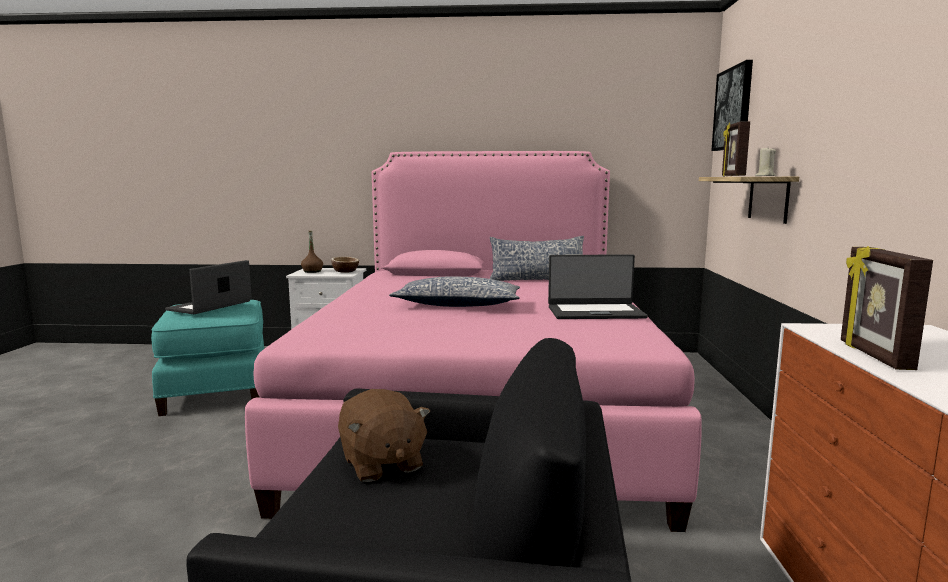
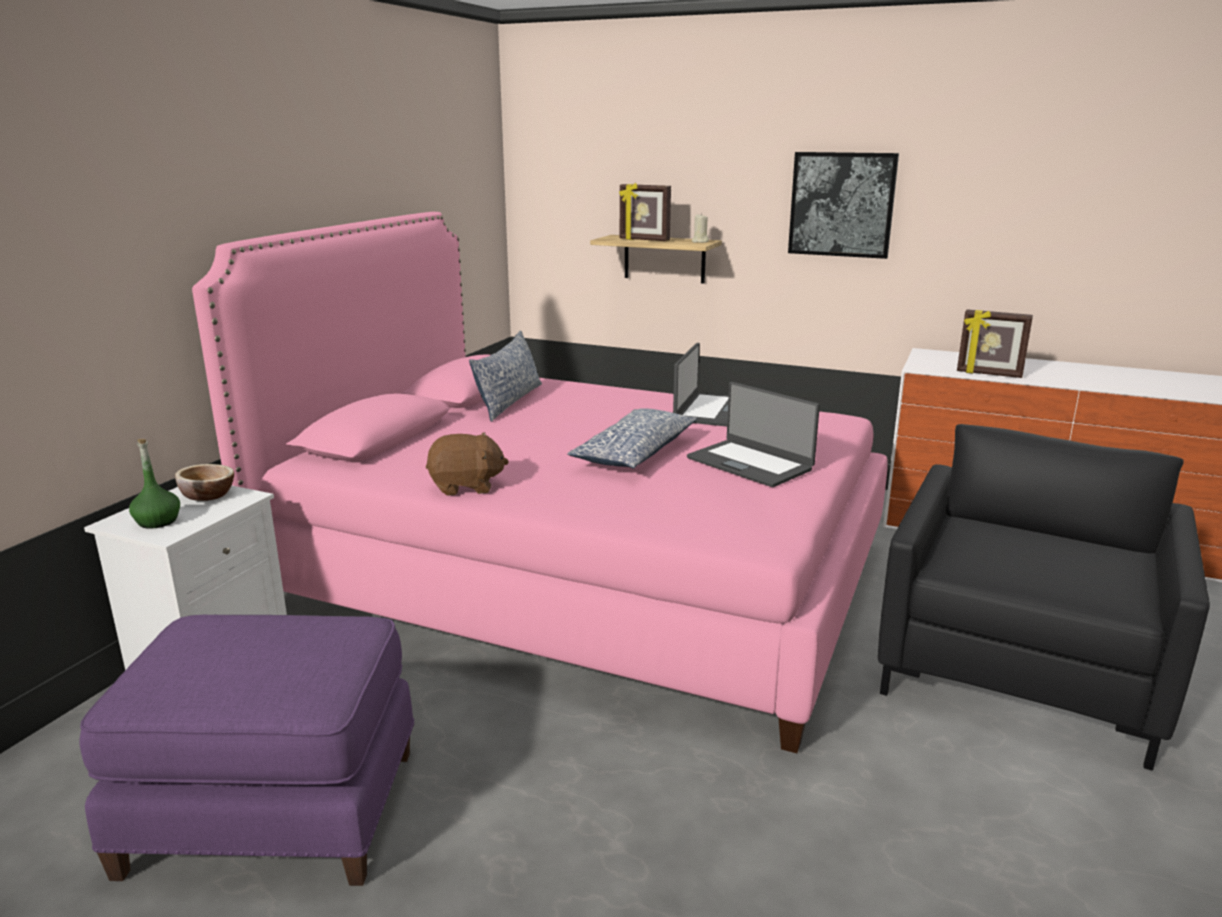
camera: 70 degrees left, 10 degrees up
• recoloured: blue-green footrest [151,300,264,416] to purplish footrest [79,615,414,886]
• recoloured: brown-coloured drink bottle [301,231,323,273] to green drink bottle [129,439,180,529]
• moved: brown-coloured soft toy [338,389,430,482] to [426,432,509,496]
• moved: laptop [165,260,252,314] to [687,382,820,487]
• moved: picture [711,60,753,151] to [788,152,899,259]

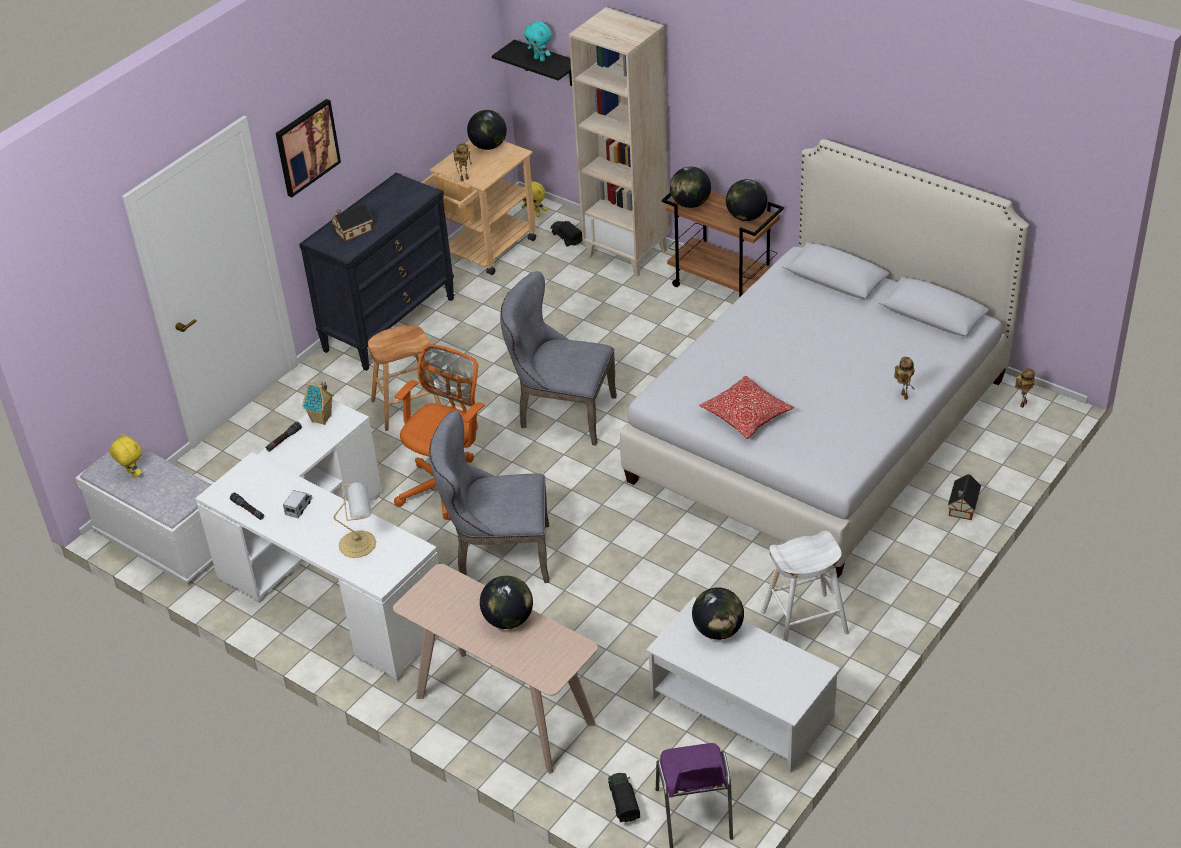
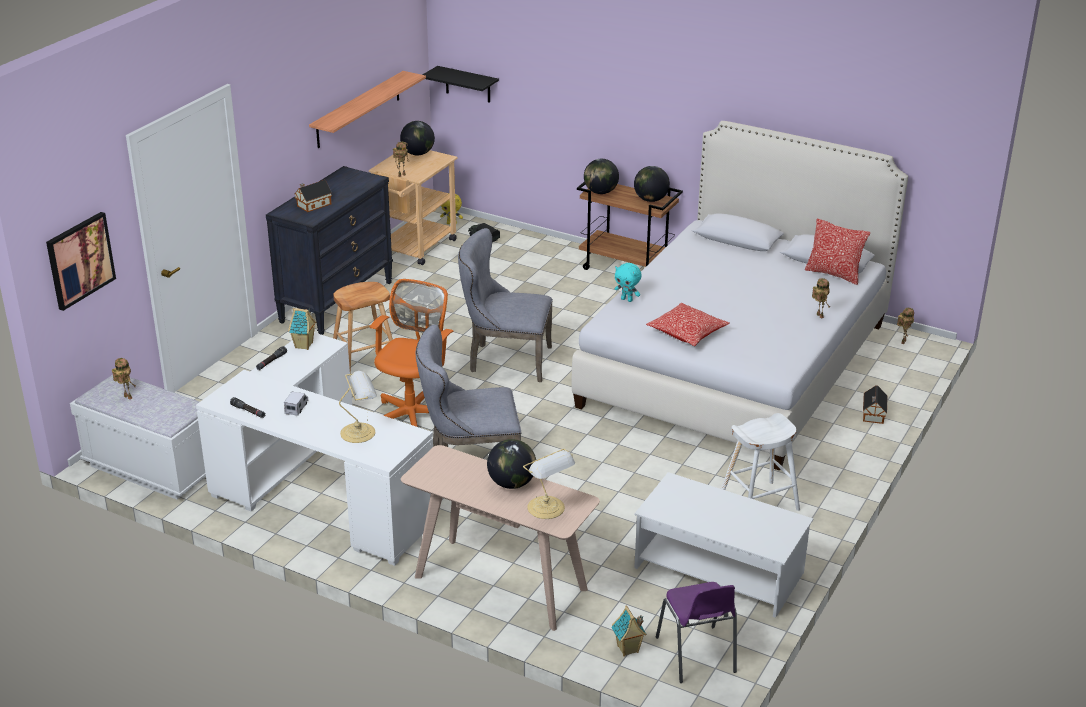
camera: 10 degrees left, 10 degrees down
• moved: picture [276,99,341,197] to [46,212,116,311]
• replaced: yellow-coloured soft toy [109,433,142,478] to robot figure [112,358,136,400]
• added: bracket shelf [309,71,426,148]
• added: tabletop lamp [523,449,575,519]
• replaced: toy lorry [608,773,640,823] to toy house [611,605,647,656]
• moved: blue-green soft toy [524,22,552,61] to [614,263,641,302]
• added: pillow [805,219,870,285]
• removed: beige-coloured shelving unit [569,7,670,277]
• removed: globe [692,587,744,640]

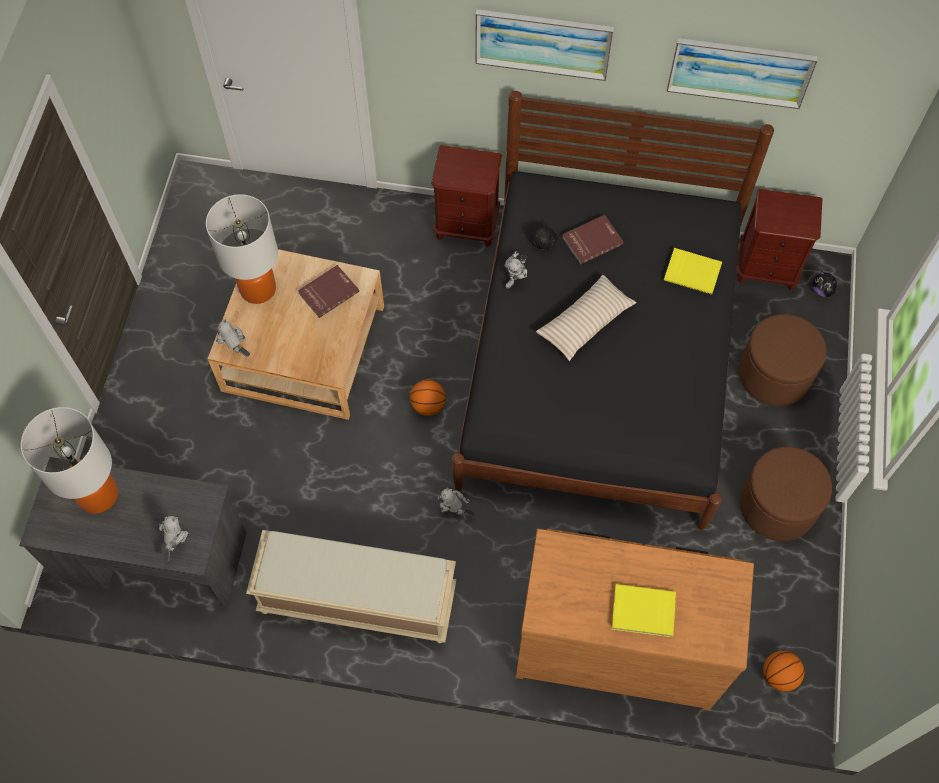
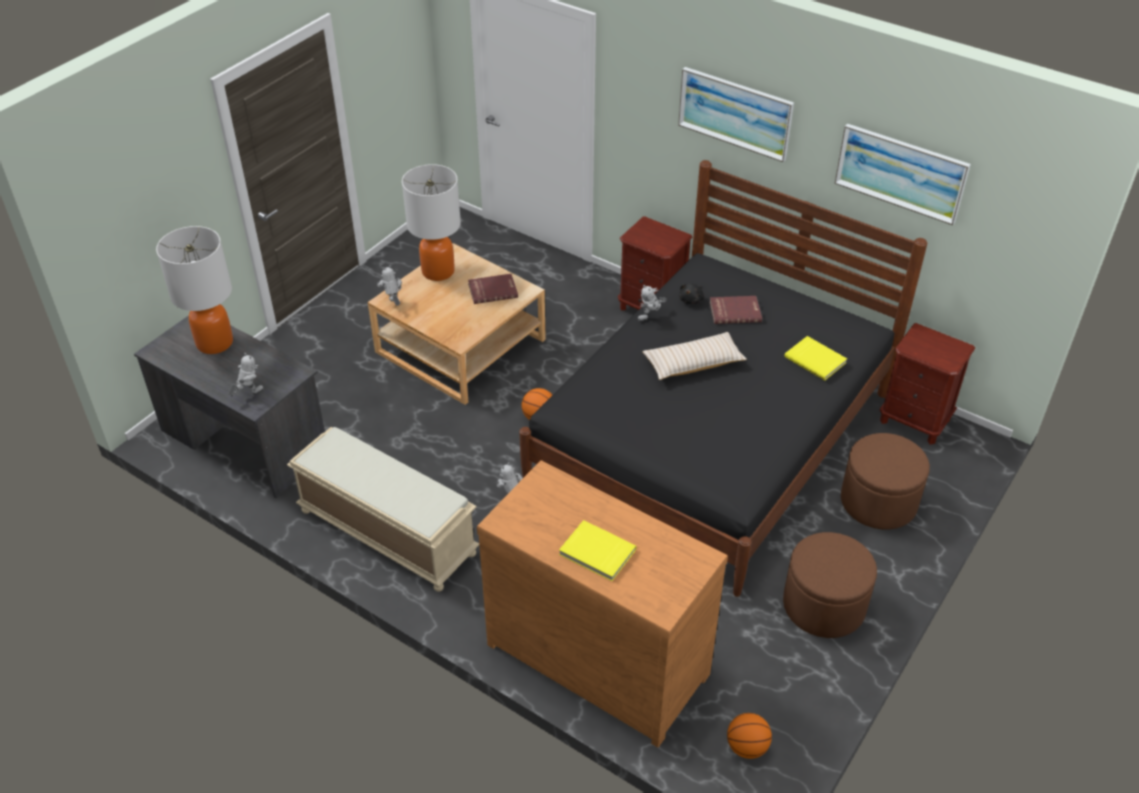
camera: 25 degrees right, 20 degrees down
• removed: soft toy [813,271,840,297]

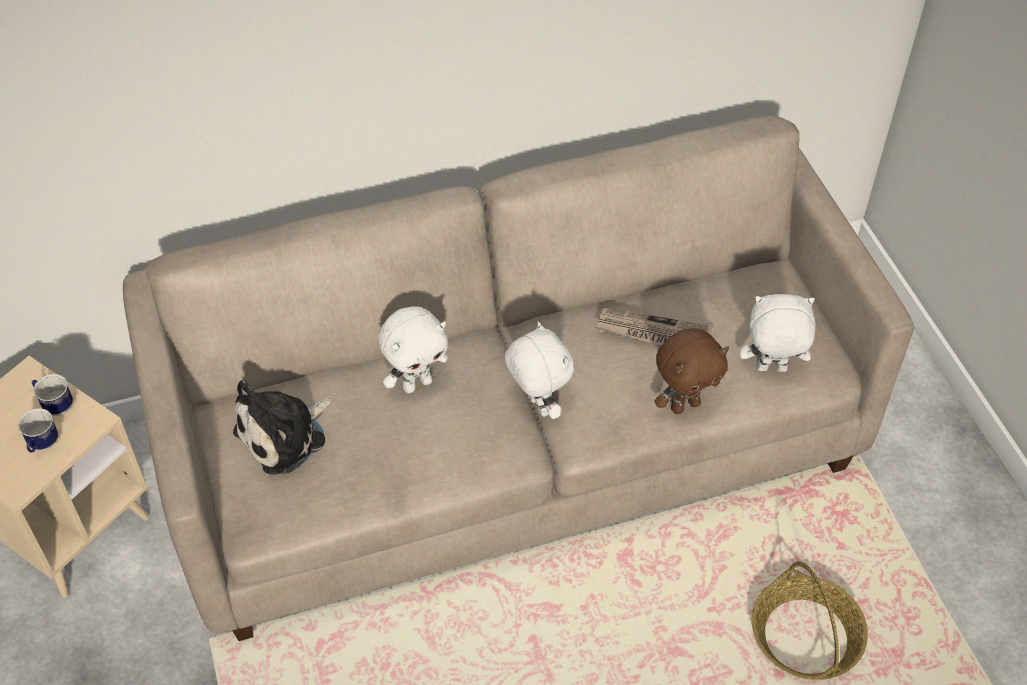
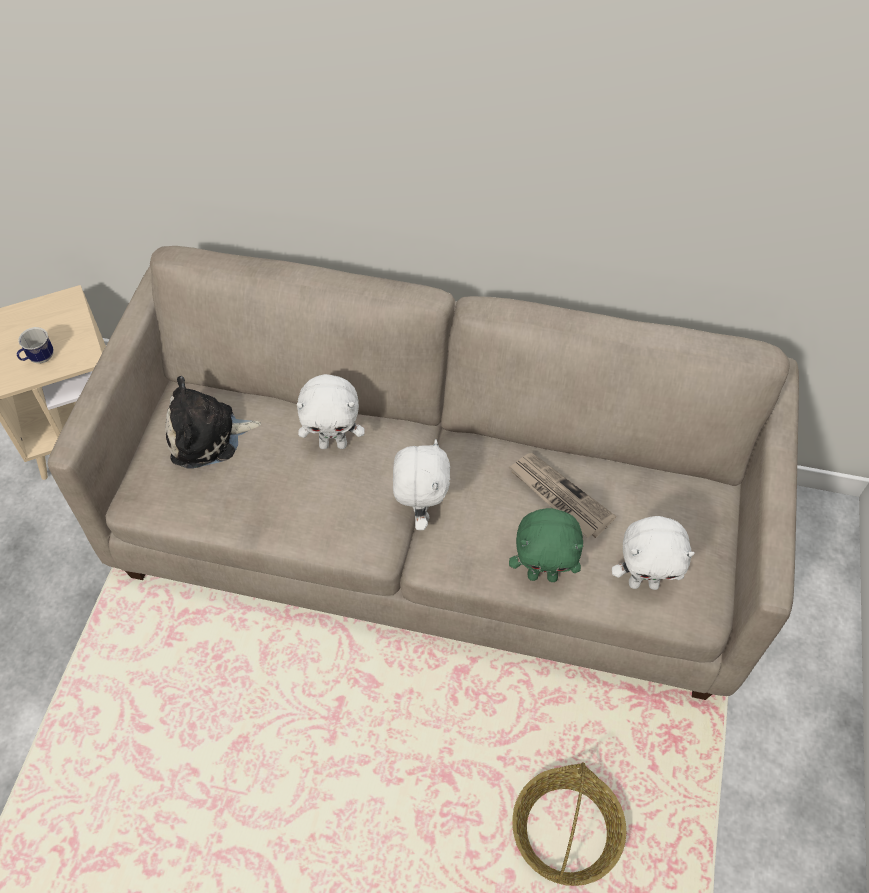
camera: 30 degrees right, 5 degrees up
• recoloured: brown-coloured soft toy [654,328,729,414] to green soft toy [509,508,583,582]
• turned: white soft toy [740,294,816,372] = [612,516,695,590] 150 degrees clockwise
• removed: mug [32,374,73,416]

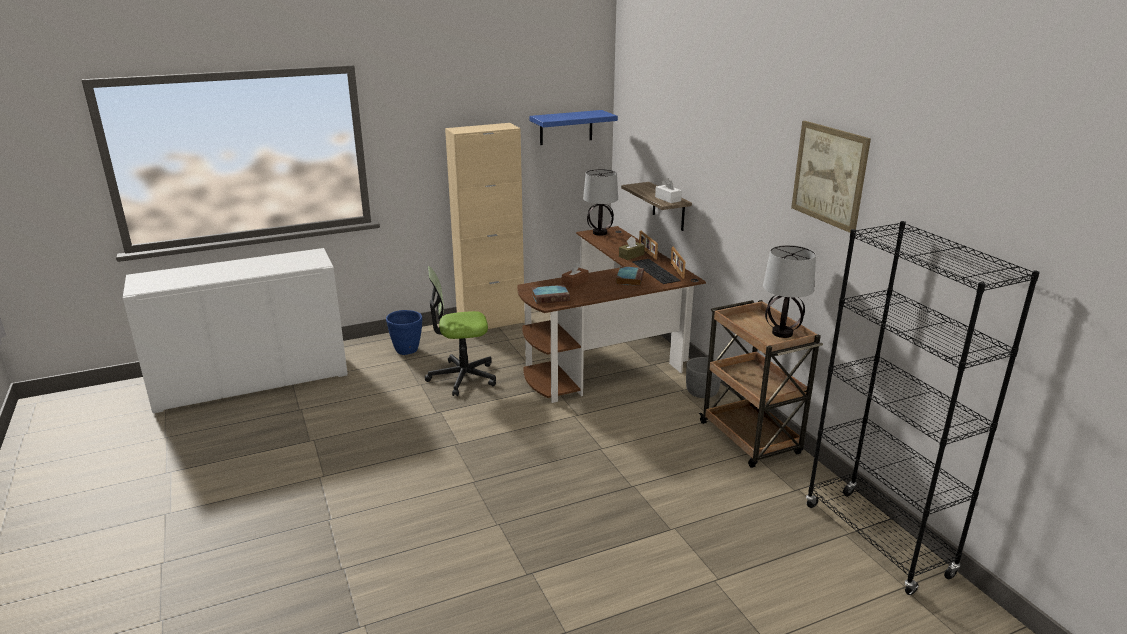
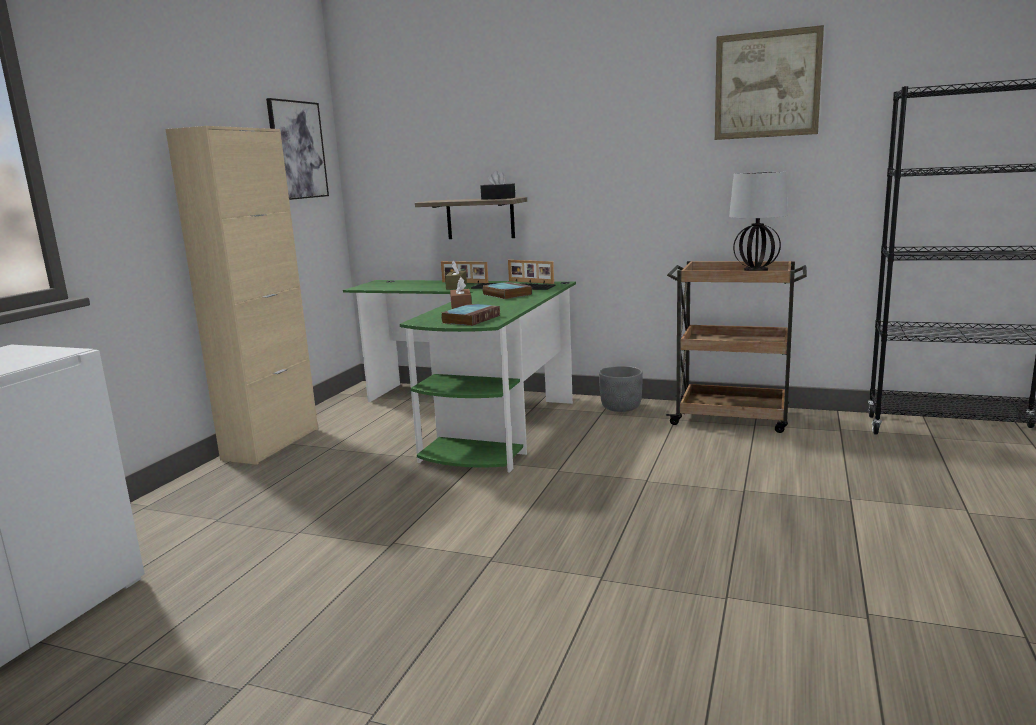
camera: 45 degrees left, 10 degrees down
• replaced: blue bracket shelf [529,110,618,145] to picture [266,98,329,200]
• recoloured: brown-coloured desk unit [517,226,706,403] to green desk unit [343,280,576,473]
• recoloured: white tissue box [655,178,682,203] to black-coloured tissue box [480,171,515,200]
• removed: blue planter [386,310,422,355]
• removed: office chair [425,266,496,396]
• removed: tabletop lamp [583,169,618,236]

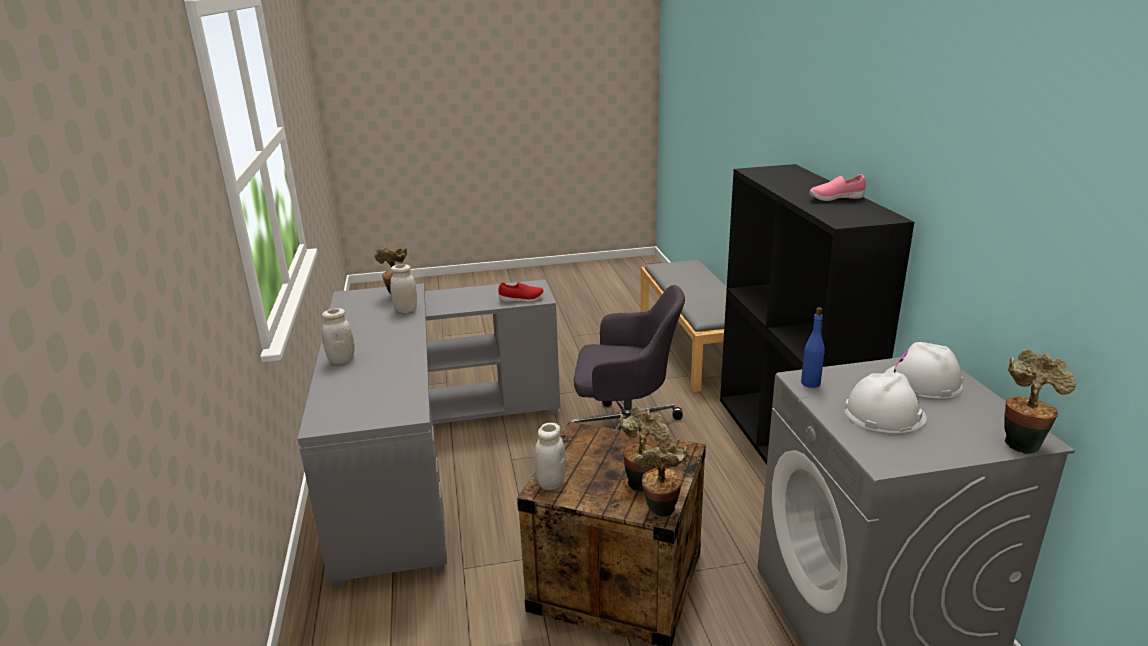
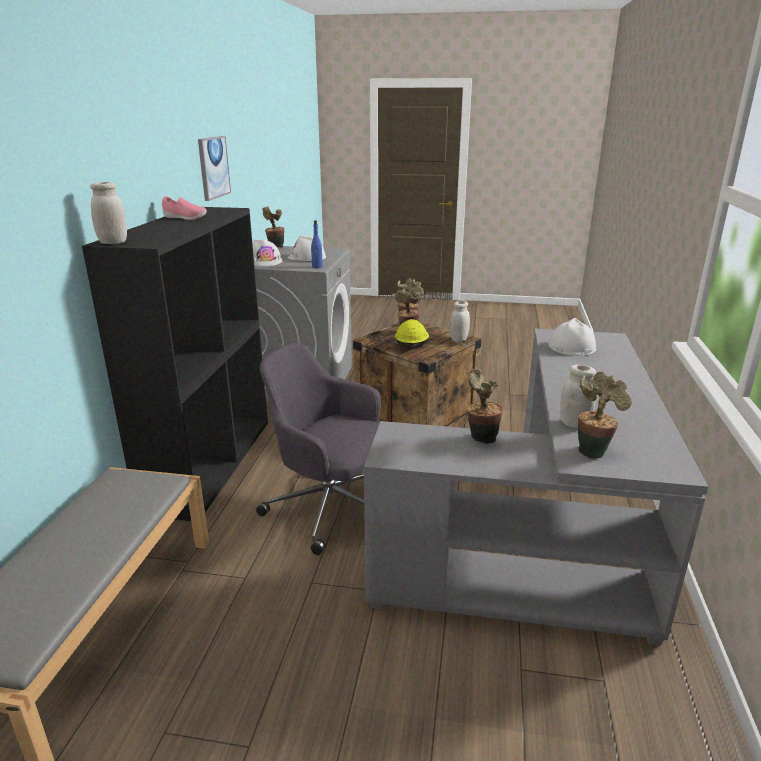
camera: 160 degrees left, 0 degrees up
• moved: white jar [322,308,355,364] to [90,182,127,244]
• added: picture [198,136,231,201]
• added: yellow-coloured safety helmet [395,319,429,348]
• added: houseplant [467,368,503,444]
• added: white safety helmet [548,318,596,356]
• removed: red low shoe [498,282,544,302]

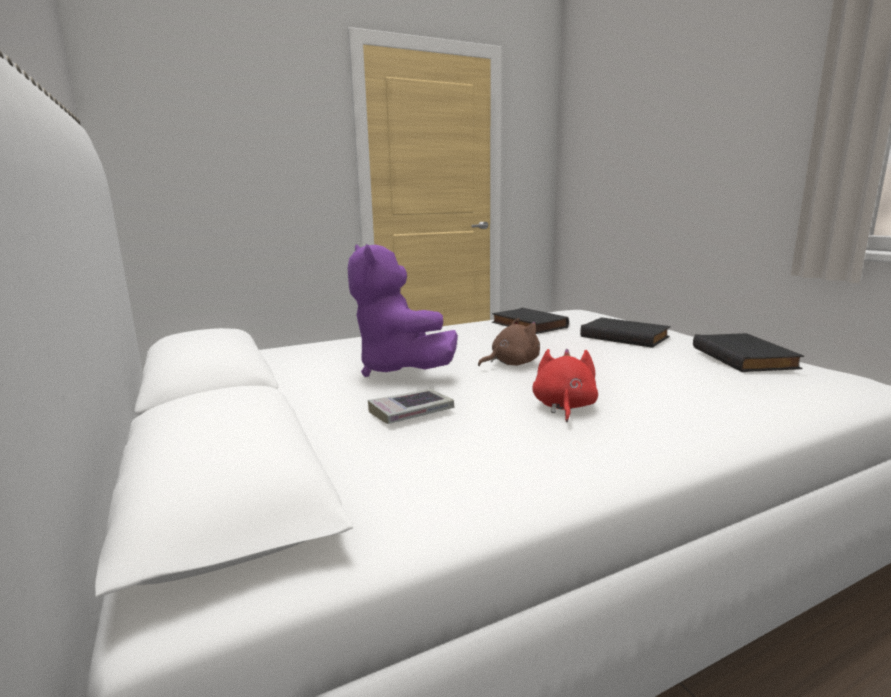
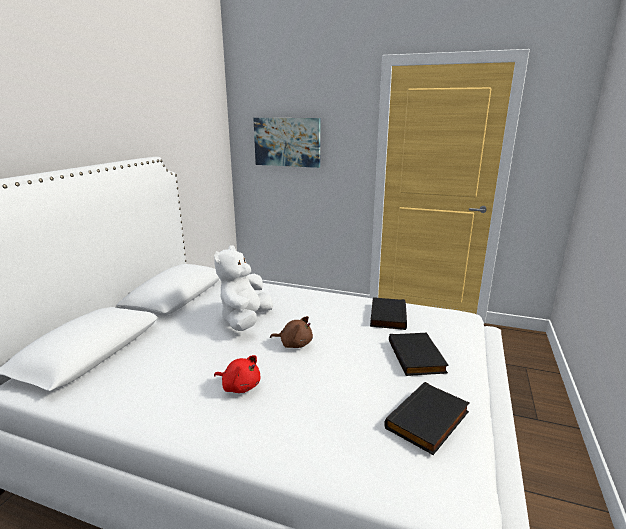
camera: 45 degrees right, 5 degrees up
• recoloured: purplish soft toy [348,244,458,377] to white soft toy [214,245,273,331]
• turned: red soft toy [532,349,598,422] = [214,355,260,393] 60 degrees clockwise
• added: picture [253,118,320,168]
• removed: book [368,389,454,424]

